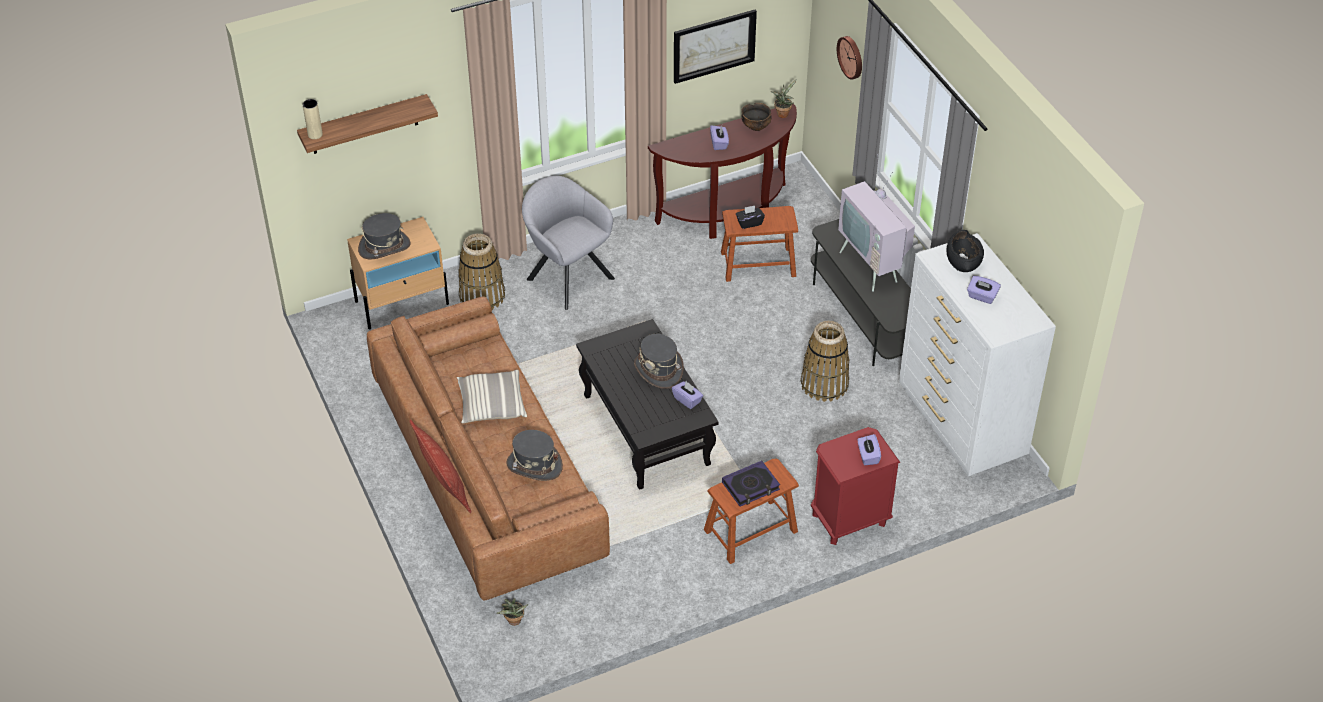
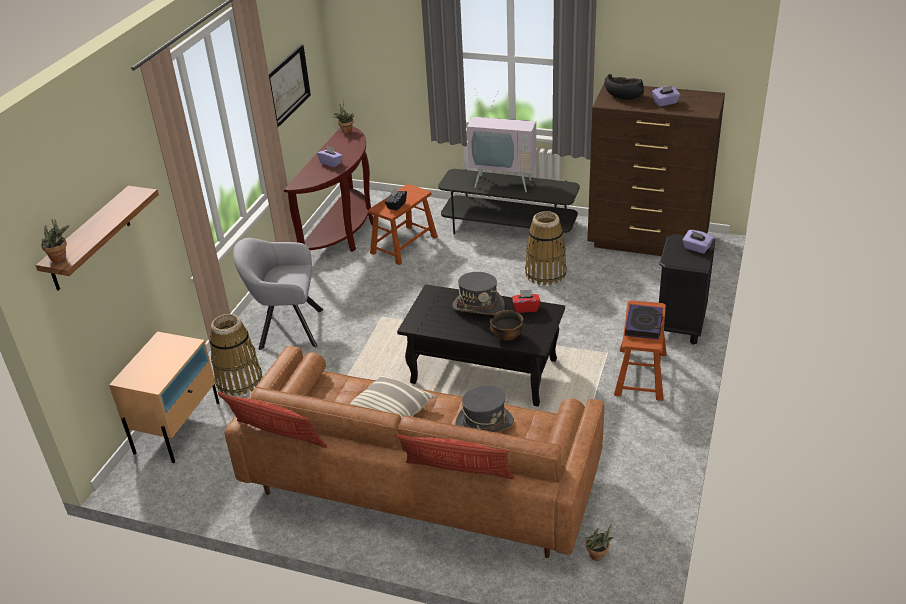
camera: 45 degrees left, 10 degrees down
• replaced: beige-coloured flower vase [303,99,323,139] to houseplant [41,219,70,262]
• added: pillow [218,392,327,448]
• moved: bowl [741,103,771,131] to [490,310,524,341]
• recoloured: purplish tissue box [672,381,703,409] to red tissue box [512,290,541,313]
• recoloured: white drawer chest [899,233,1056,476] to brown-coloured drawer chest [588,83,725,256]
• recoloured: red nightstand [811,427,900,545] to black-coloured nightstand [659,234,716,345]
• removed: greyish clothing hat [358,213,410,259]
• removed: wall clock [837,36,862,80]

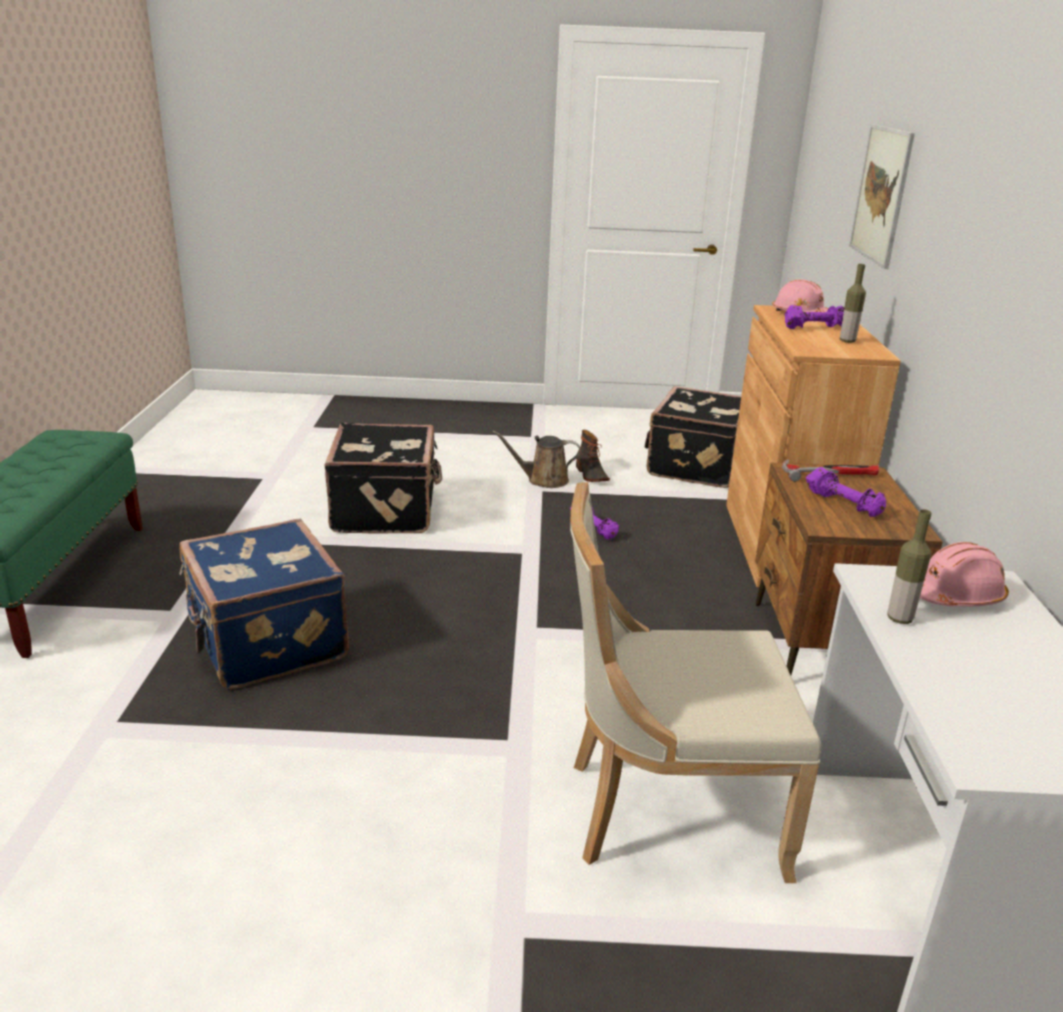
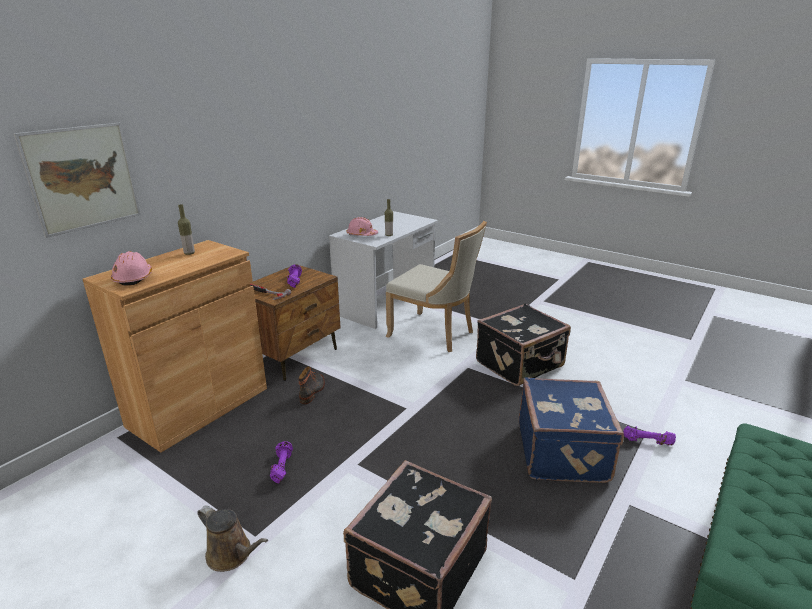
camera: 145 degrees left, 0 degrees up
• moved: high-top boot [576,430,610,482] to [299,366,325,404]
• moved: black-coloured piece of luggage [645,386,741,488] to [476,303,571,386]
• moved: purplish hand weight [785,305,844,329] to [623,426,676,445]

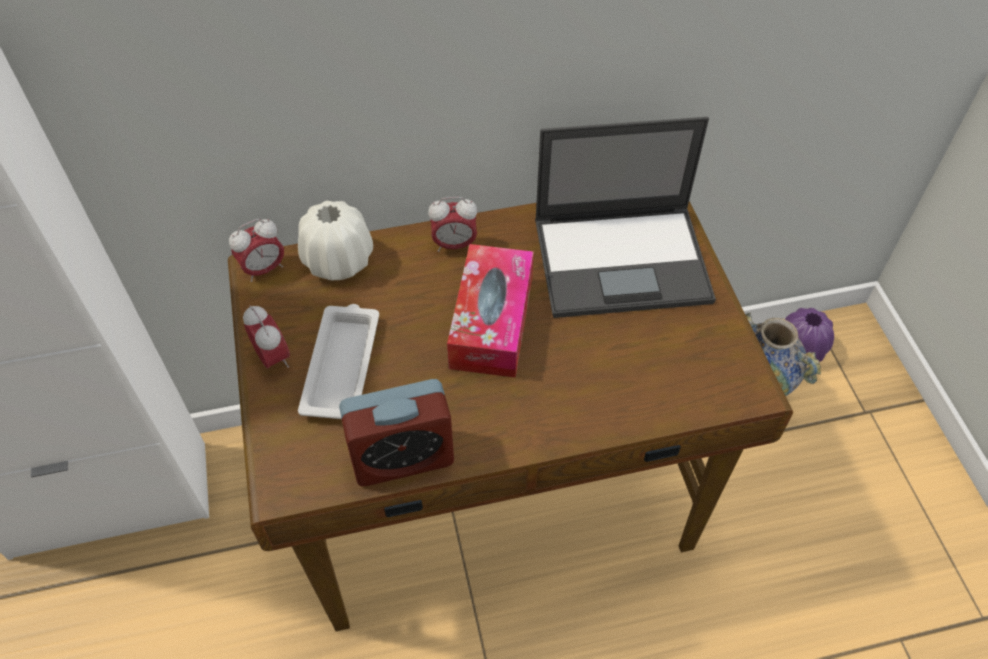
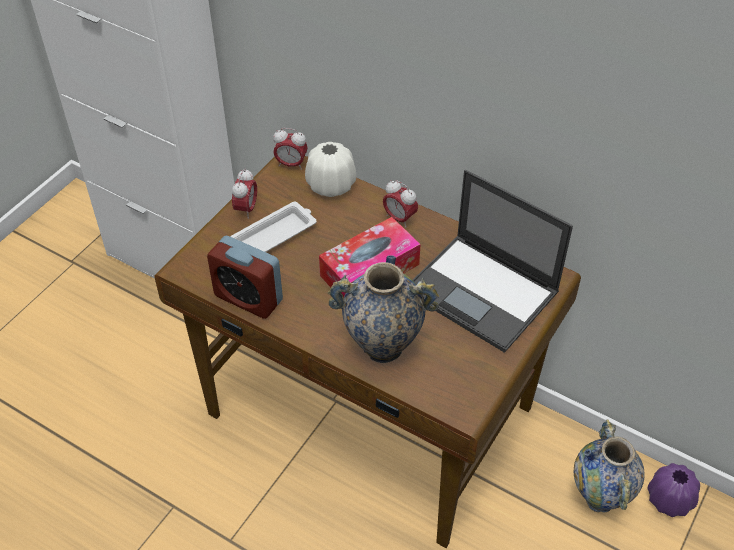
camera: 45 degrees right, 5 degrees down
• added: flower vase [328,255,440,363]

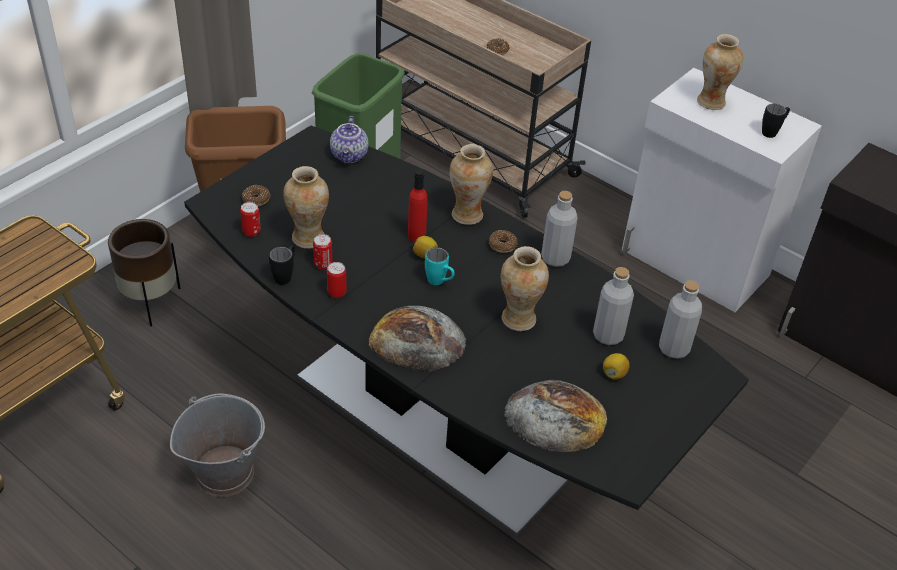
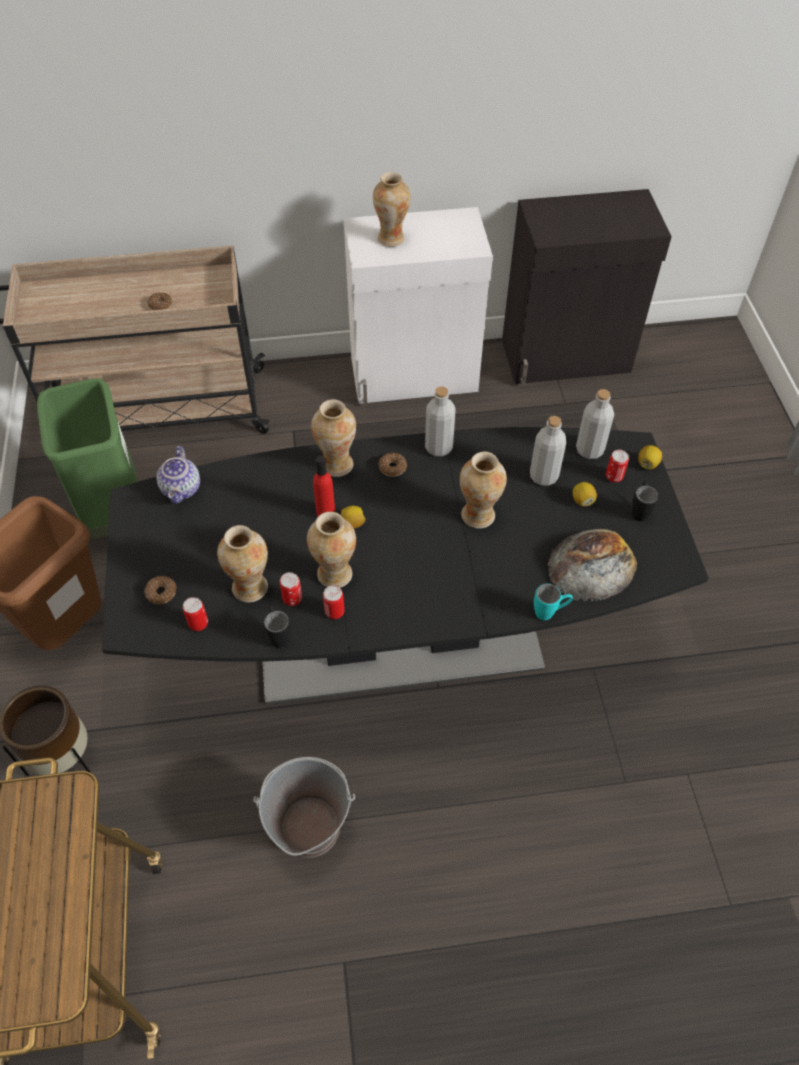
camera: 45 degrees left, 10 degrees up
• turned: tea pot [330,116,369,164] = [157,446,200,504] 45 degrees clockwise
• added: flower vase [307,512,356,588]
• moved: blue-green mug [425,247,455,285] to [534,584,573,620]
• added: metal can [606,450,629,482]
• moved: black-coloured mug [762,104,790,138] to [632,481,659,521]
• added: whole lemon [638,445,662,470]
• removed: bakery bread [369,306,466,372]

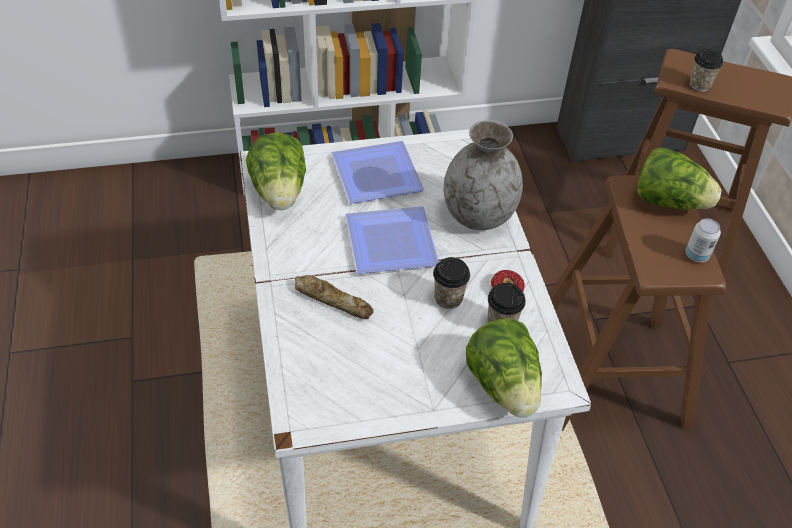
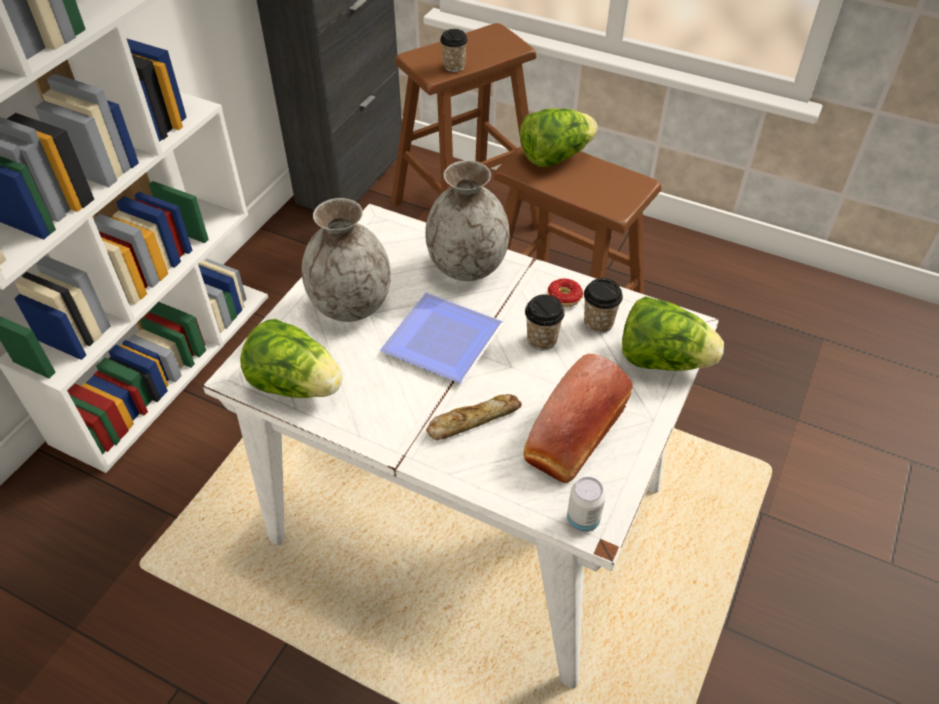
camera: 50 degrees left, 0 degrees up
• replaced: flat dish [331,141,424,204] to greyish flower vase [302,198,391,322]
• added: bakery bread [524,354,633,483]
• moved: metal can [685,218,721,262] to [567,477,606,532]

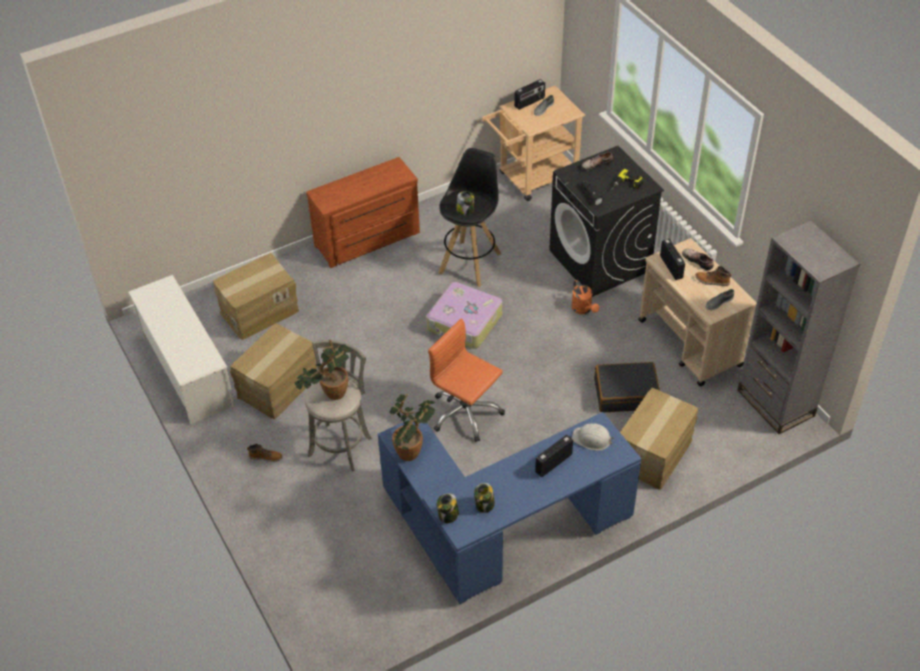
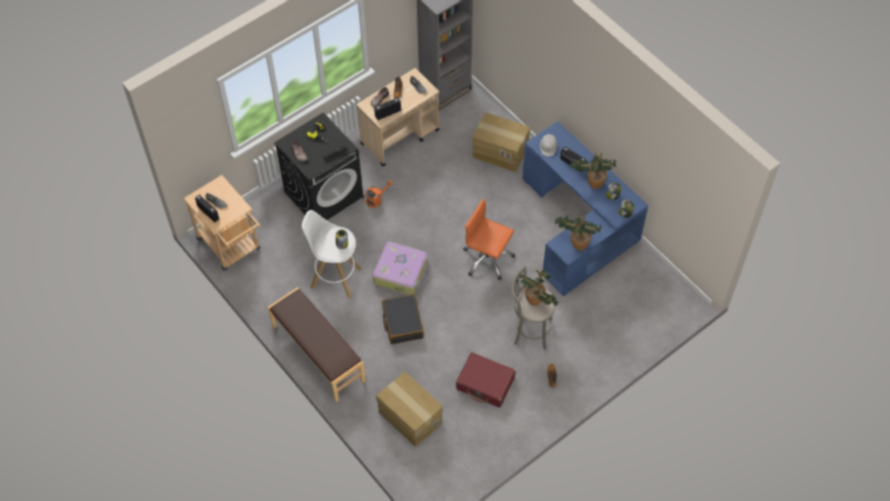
camera: 100 degrees left, 10 degrees up
• replaced: brown-coloured drawer chest [306,157,420,268] to brown-coloured long seat [268,287,366,402]
• recoloured: black-coloured sitting stool [438,148,501,287] to white sitting stool [301,210,362,298]
• moved: black-coloured piece of luggage [594,362,660,412] to [382,294,424,344]
• replaced: cardboard box [230,324,317,419] to red piece of luggage [456,352,516,408]
• turned: orangey office chair [428,318,505,442] = [463,199,515,280] 90 degrees clockwise
• added: houseplant [570,152,616,189]
• removed: white shoe shelf [128,275,235,424]

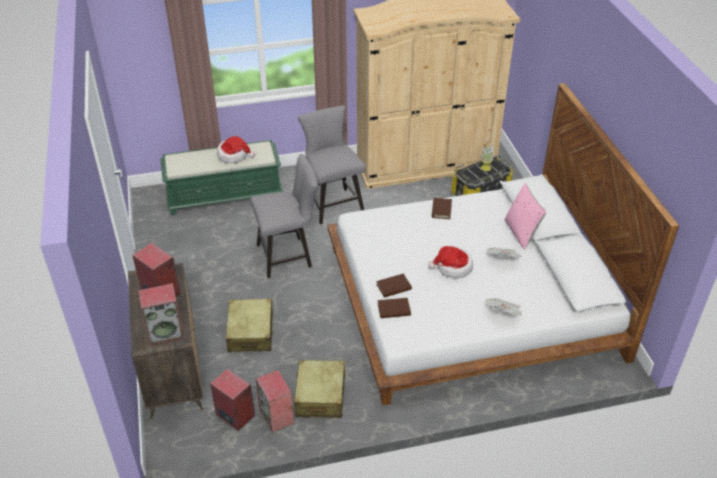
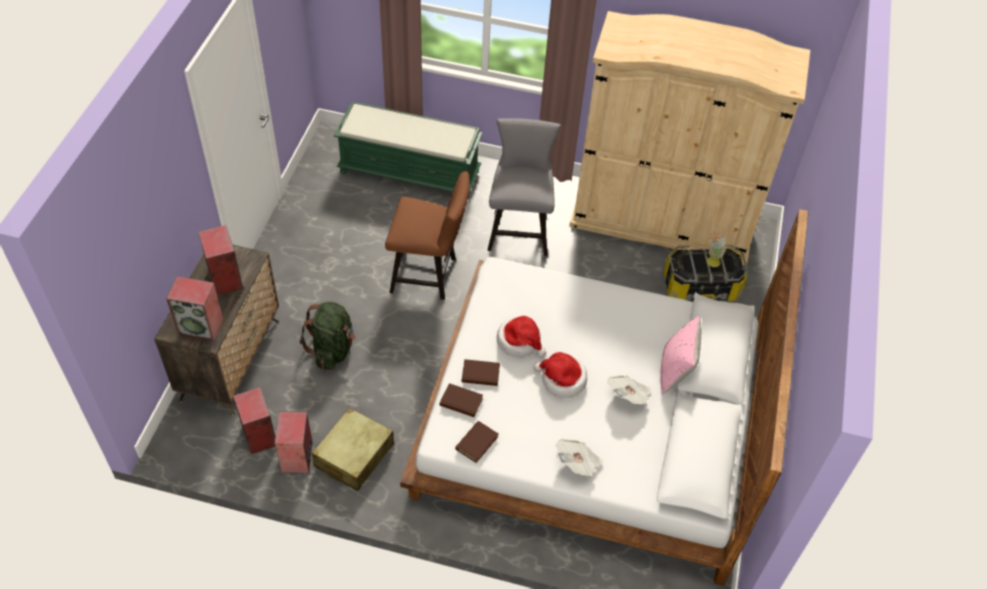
camera: 25 degrees right, 10 degrees up
• replaced: beige-coloured piece of luggage [226,299,273,352] to green rucksack [300,302,356,370]
• recoloured: greyish upright chair [250,154,318,278] to brown-coloured upright chair [385,171,470,300]
• moved: brown-coloured book [432,198,452,219] to [455,421,499,463]
• moved: clothing hat [217,136,255,163] to [497,316,547,358]

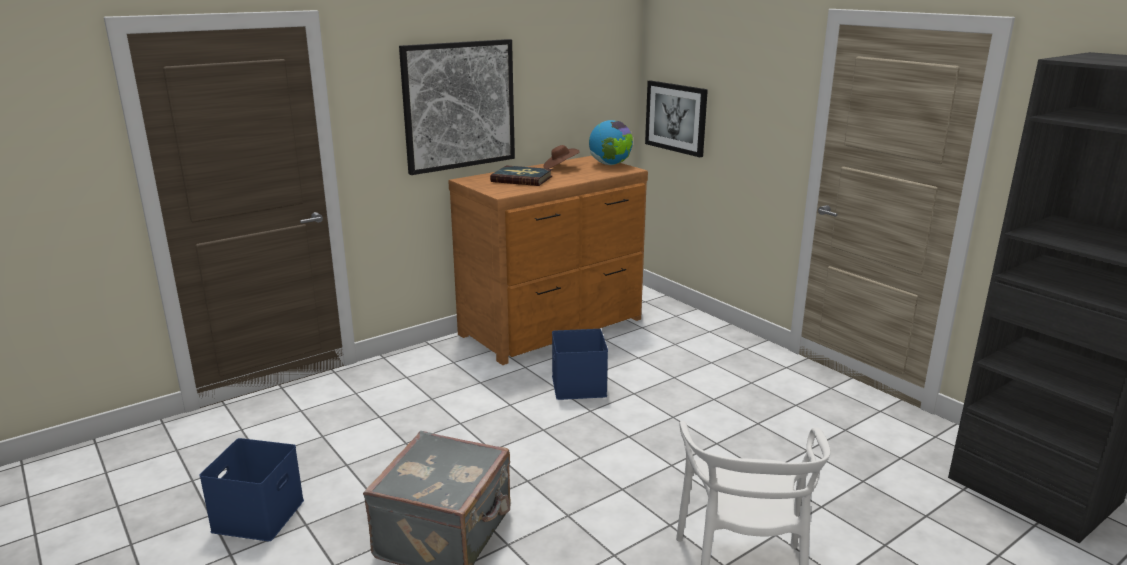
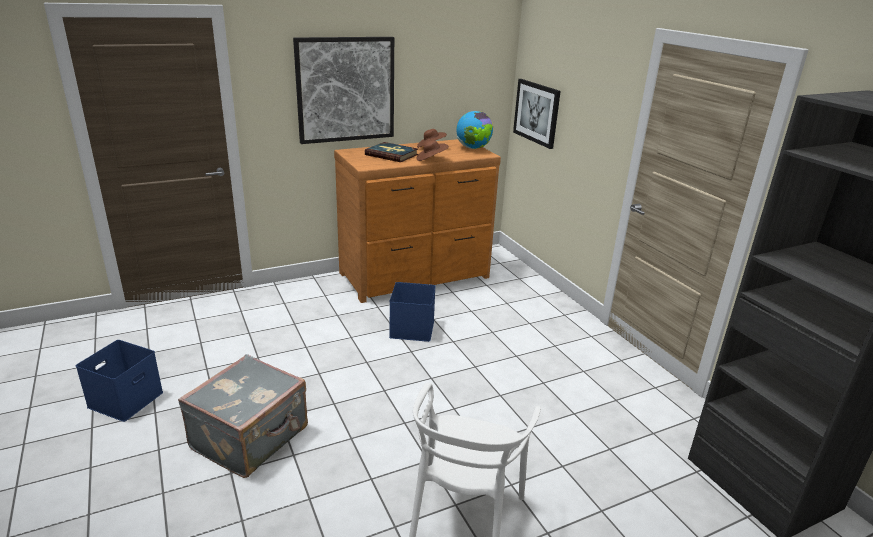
camera: 10 degrees right, 5 degrees up
• added: brown-coloured clothing hat [417,140,449,161]

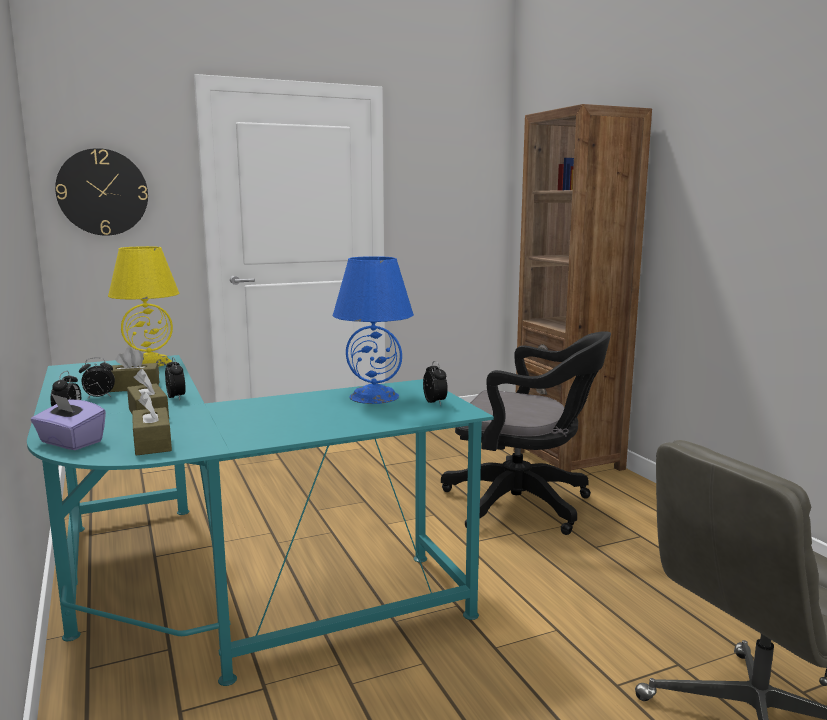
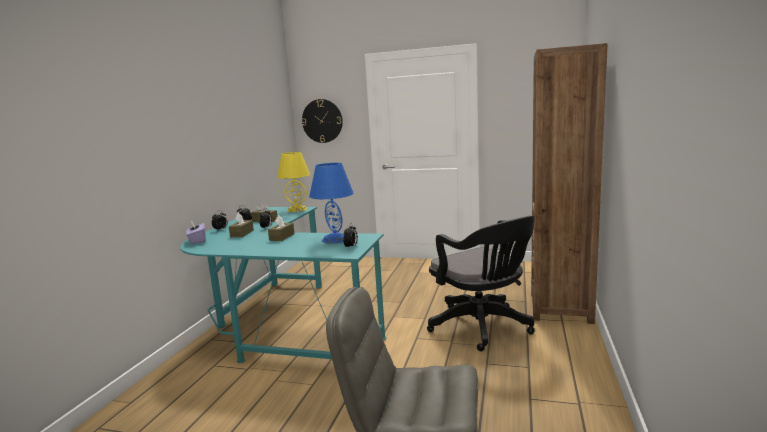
camera: 40 degrees right, 0 degrees up
• moved: brown-coloured tissue box [132,392,172,456] to [268,215,295,241]

